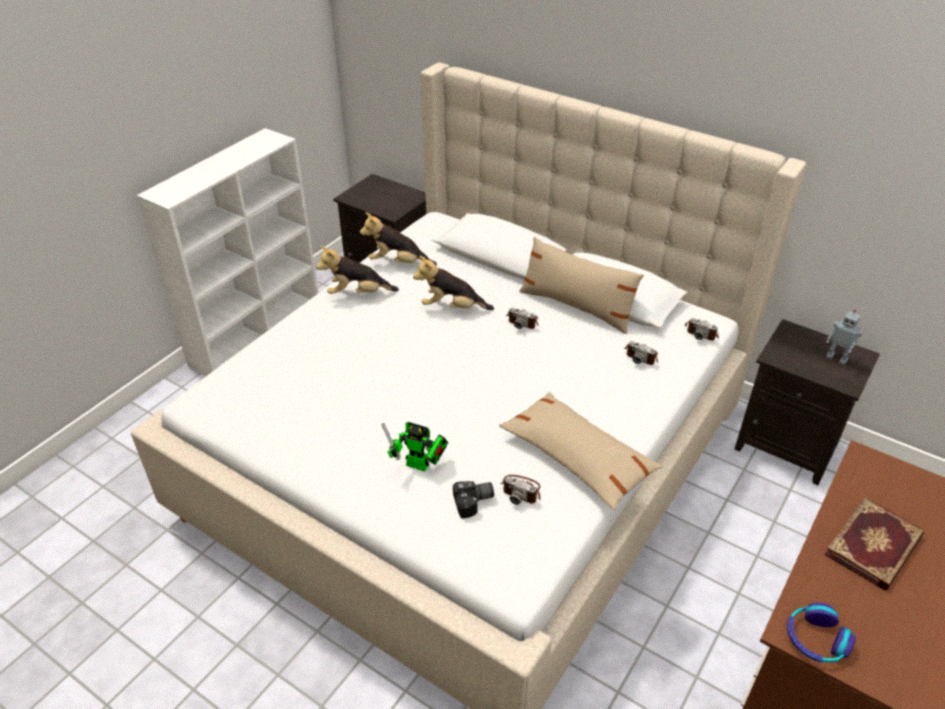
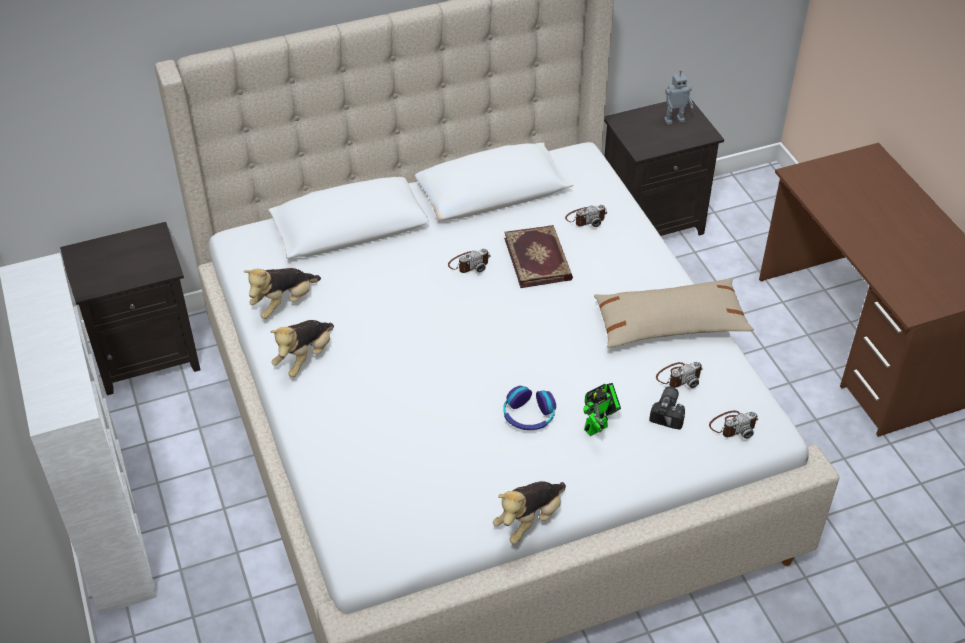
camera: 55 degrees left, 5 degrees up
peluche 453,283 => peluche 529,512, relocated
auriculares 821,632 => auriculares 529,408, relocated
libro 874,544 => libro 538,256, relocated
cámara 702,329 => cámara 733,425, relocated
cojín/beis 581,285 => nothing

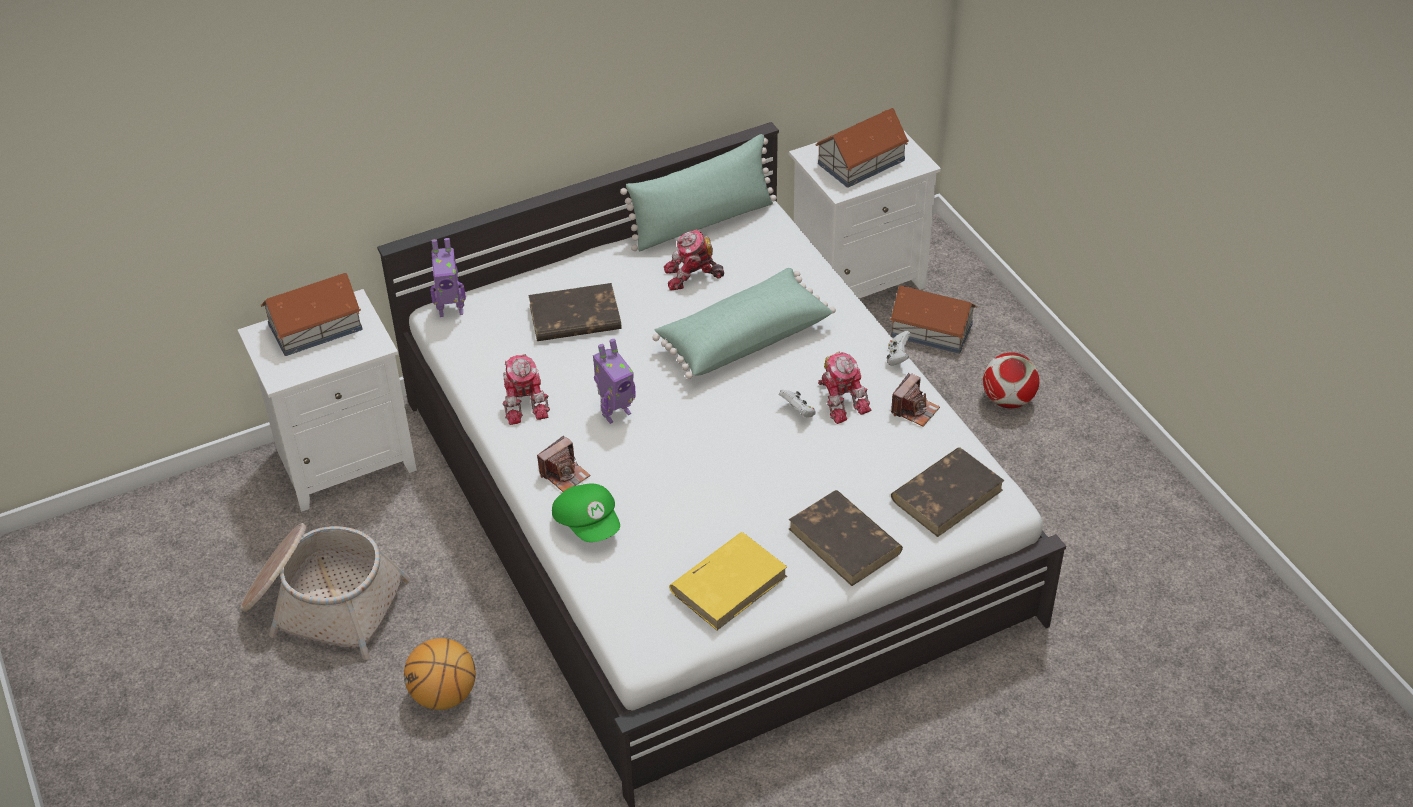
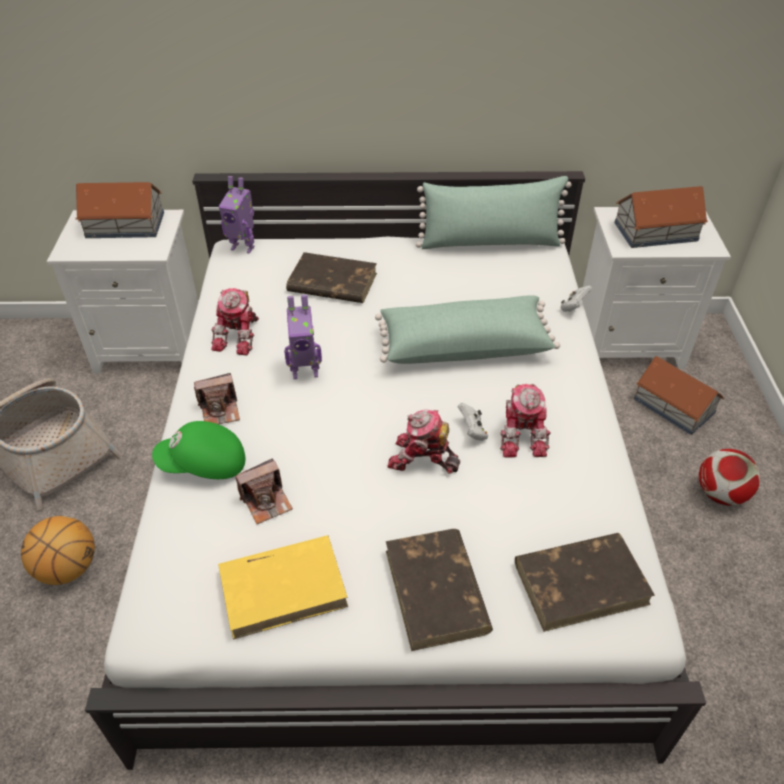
camera: 25 degrees right, 0 degrees up
gorra/verde 586,513 => gorra/verde 198,450, 90 degrees clockwise
cámara 915,399 => cámara 264,491, relocated
robot de juguete 694,260 => robot de juguete 423,442, relocated
mando de consola/blanco 899,348 => mando de consola/blanco 576,299, relocated

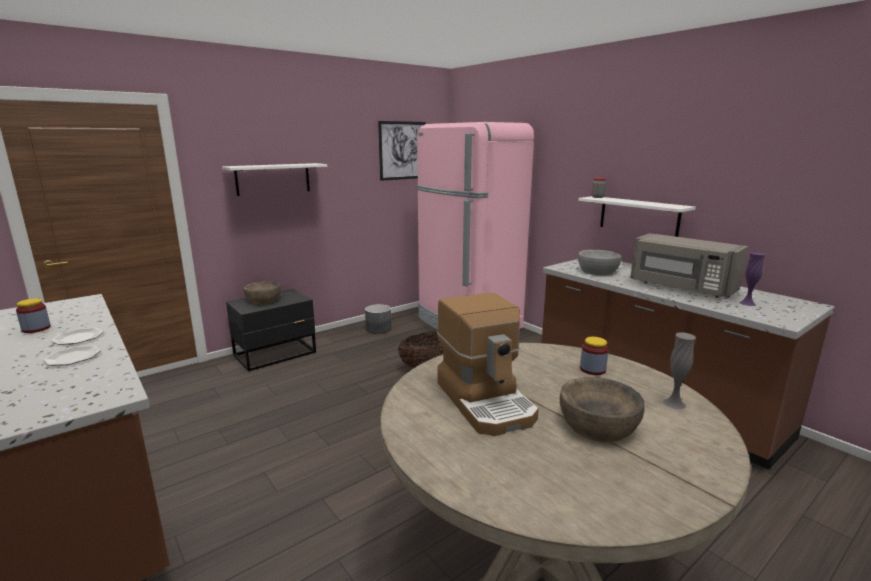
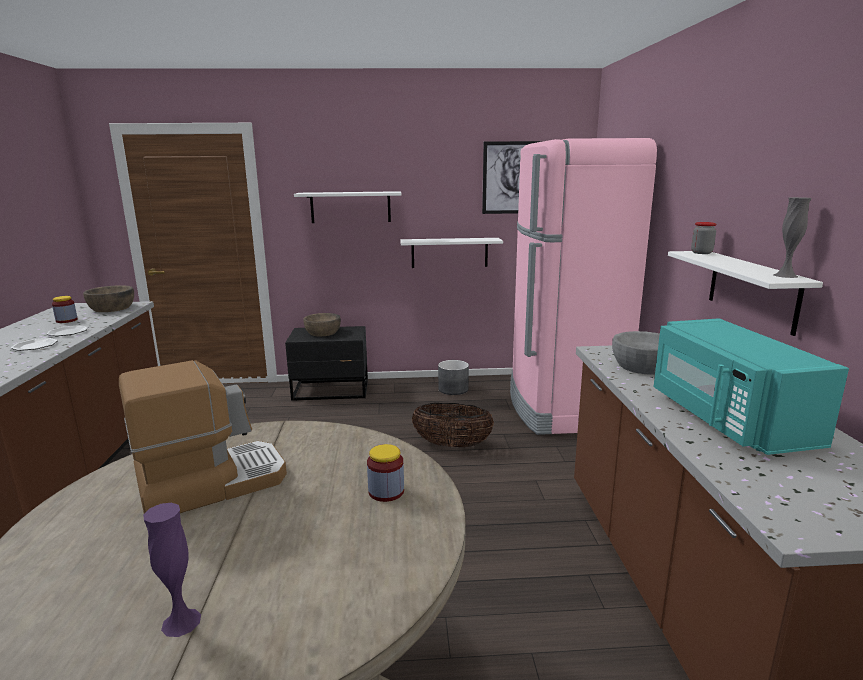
camera: 35 degrees right, 0 degrees up
cuenco/marrón 602,409 => cuenco/marrón 108,298, relocated
cafetera 488,364 => cafetera 203,436, 135 degrees counterclockwise
florero/morado 752,279 => florero/morado 172,570, relocated
nothing => estante/blanco 451,253
microondas/gris 689,265 => microondas/turquesa 751,386
florero/gris 679,371 => florero/gris 793,237, relocated

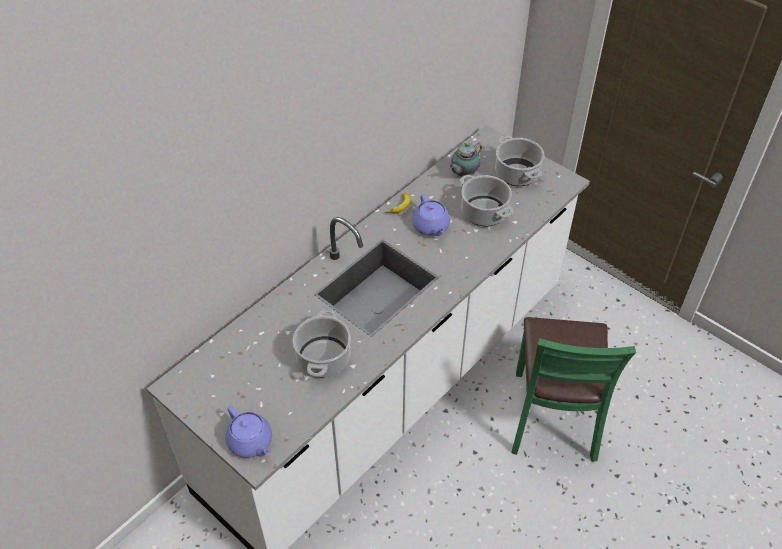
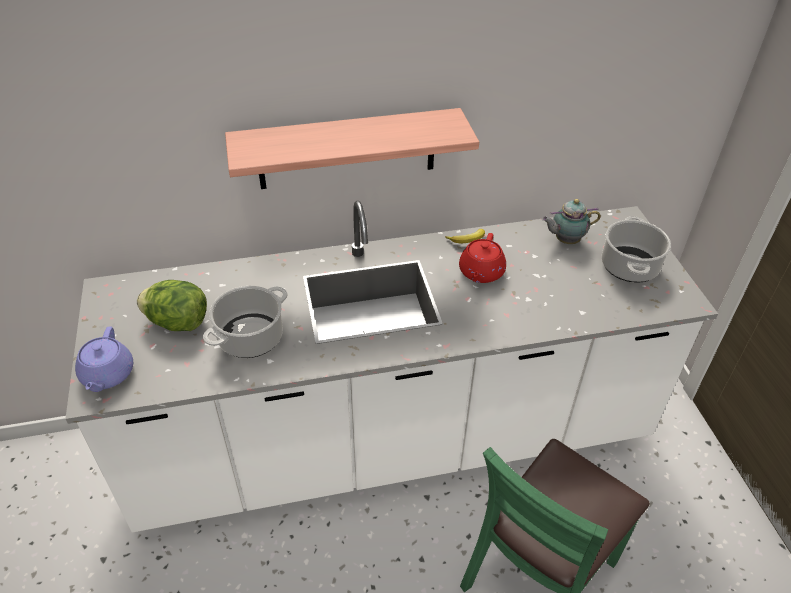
camera: 35 degrees right, 5 degrees down
nothing => lechuga 172,305
nothing => estante 352,148
tetera/morado 431,215 => tetera/rojo 482,258
olla 486,200 => nothing

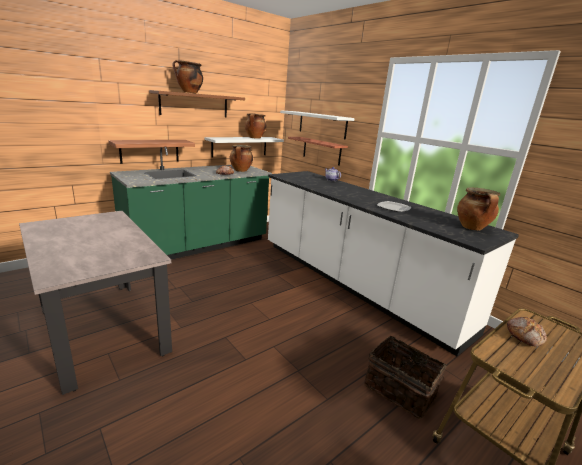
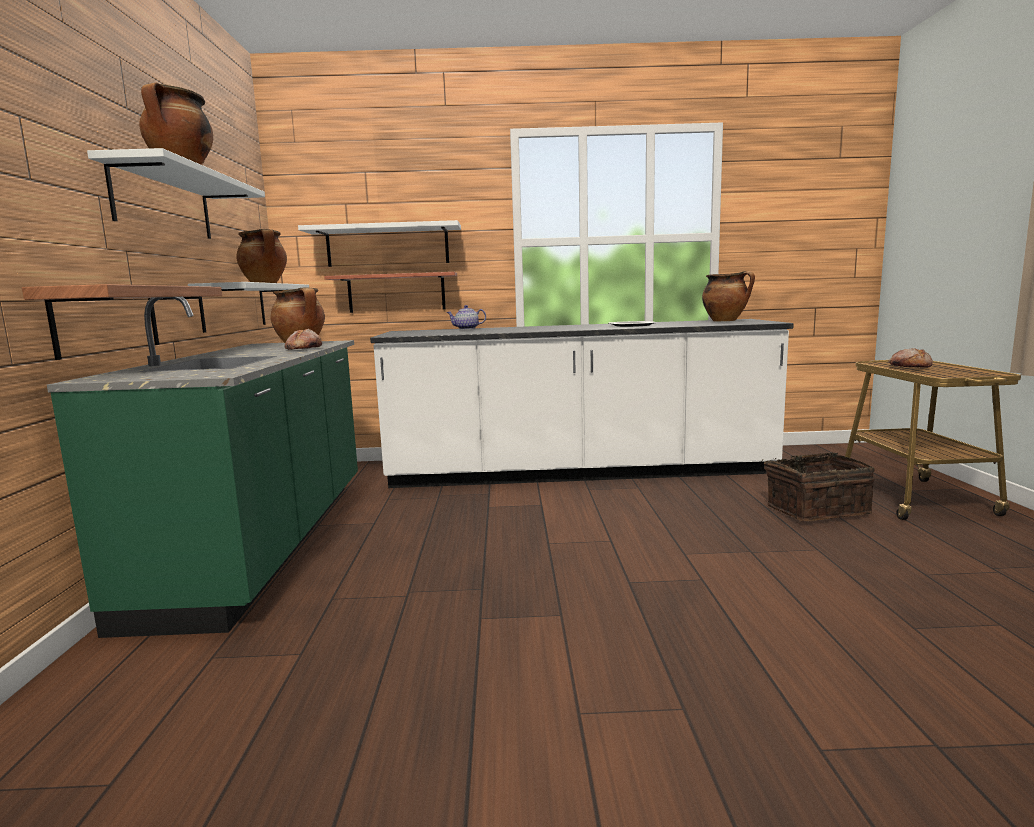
camera: 50 degrees left, 10 degrees down
estante/marrón 197,103 => estante/blanco 176,193
mesa de comedor/beis 95,303 => nothing

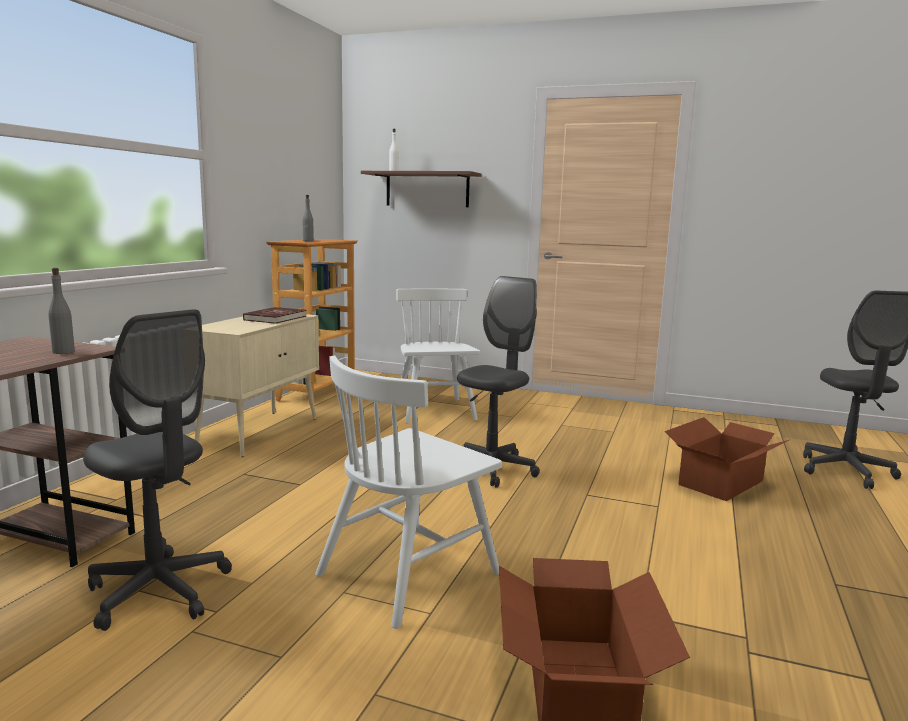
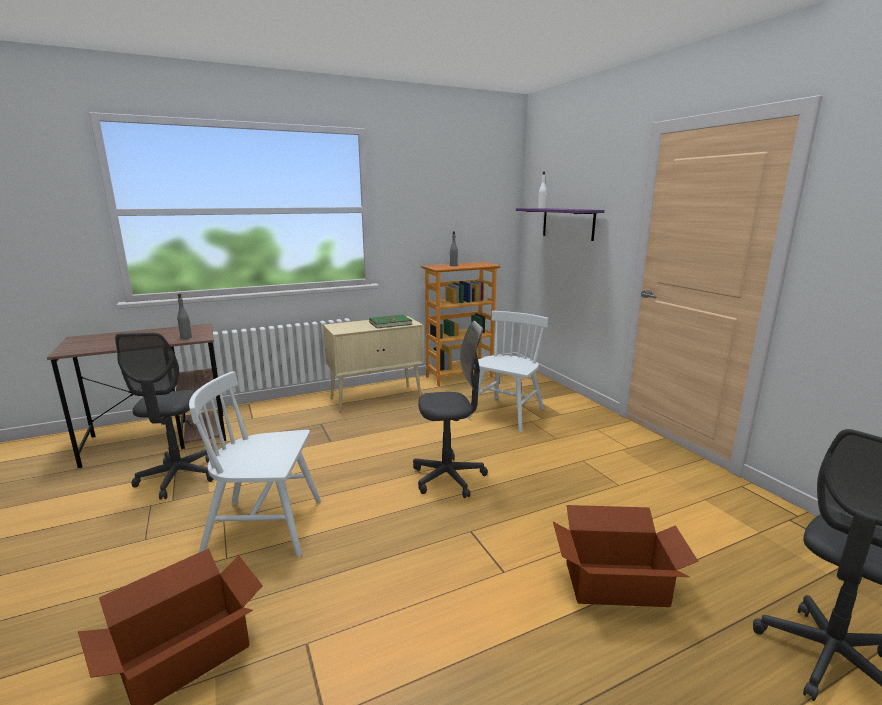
camera: 45 degrees right, 5 degrees up
libro/rojo 275,315 => libro/verde 390,321
estante/marrón 421,189 => estante/morado 560,224

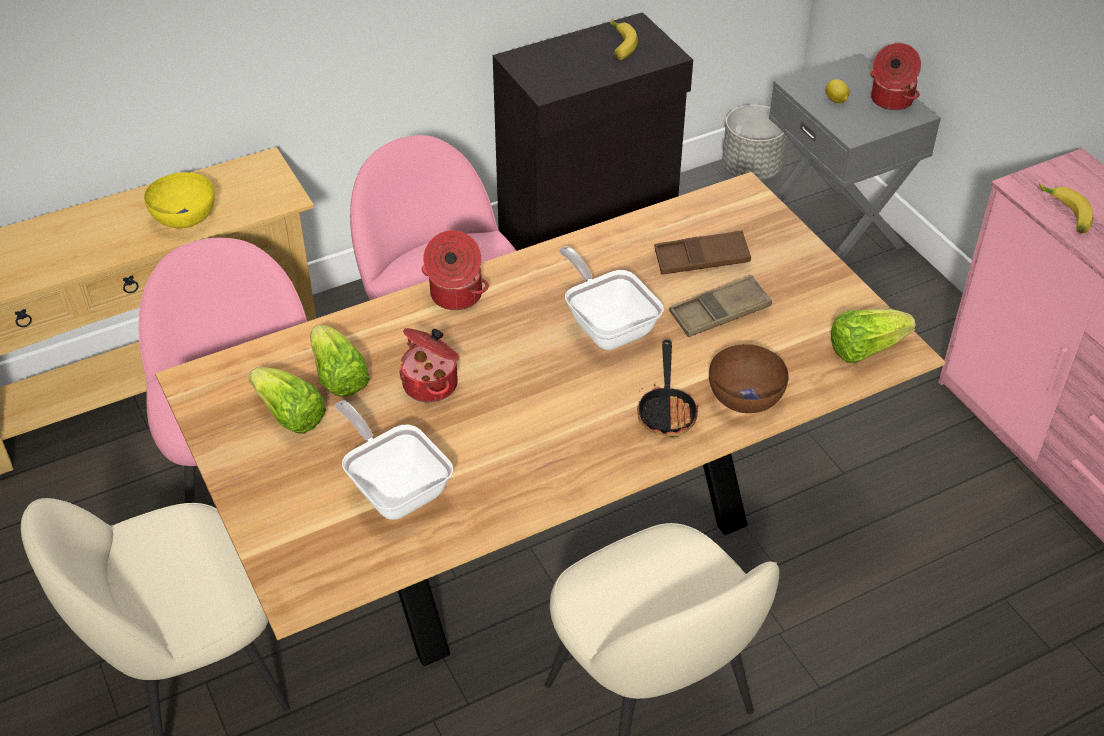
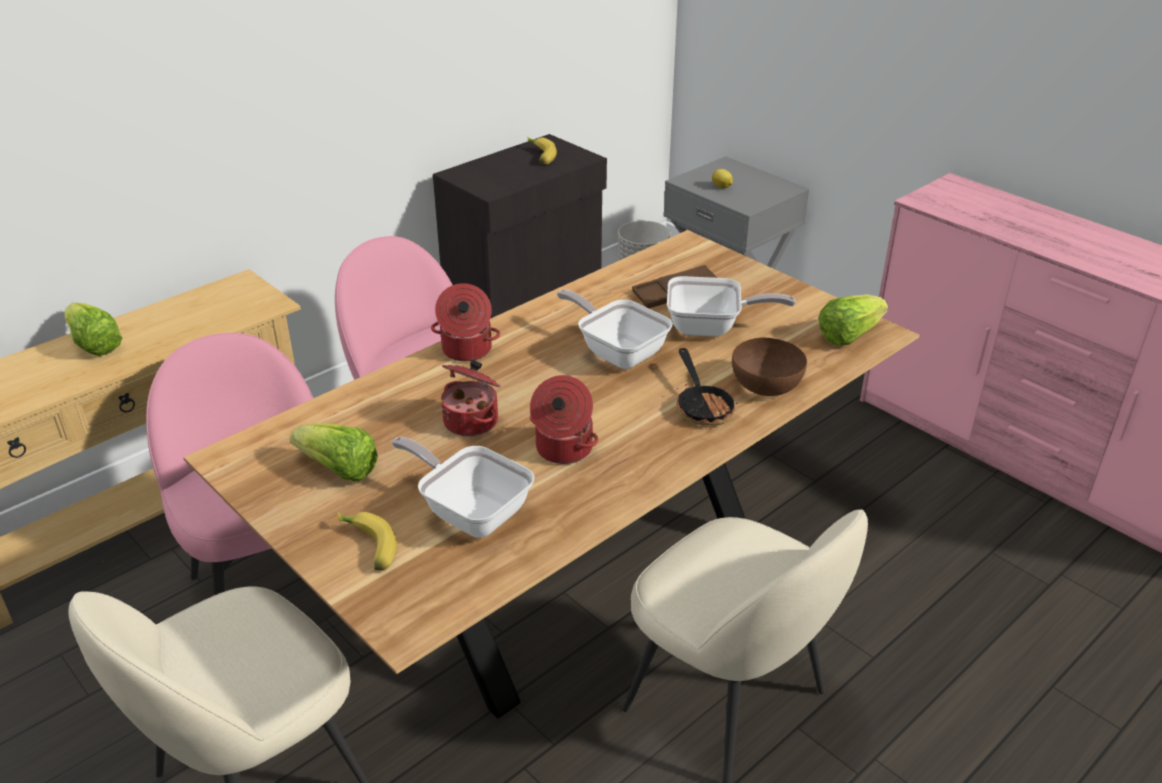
camera: 15 degrees left, 10 degrees down
lechuga 340,361 => lechuga 93,329, relocated
plátano 1066,208 => plátano 367,540, relocated
olla 895,76 => olla 564,419, relocated
bandeja/marrón 720,306 => sartén 731,306
cuenco/amarillo 179,200 => nothing

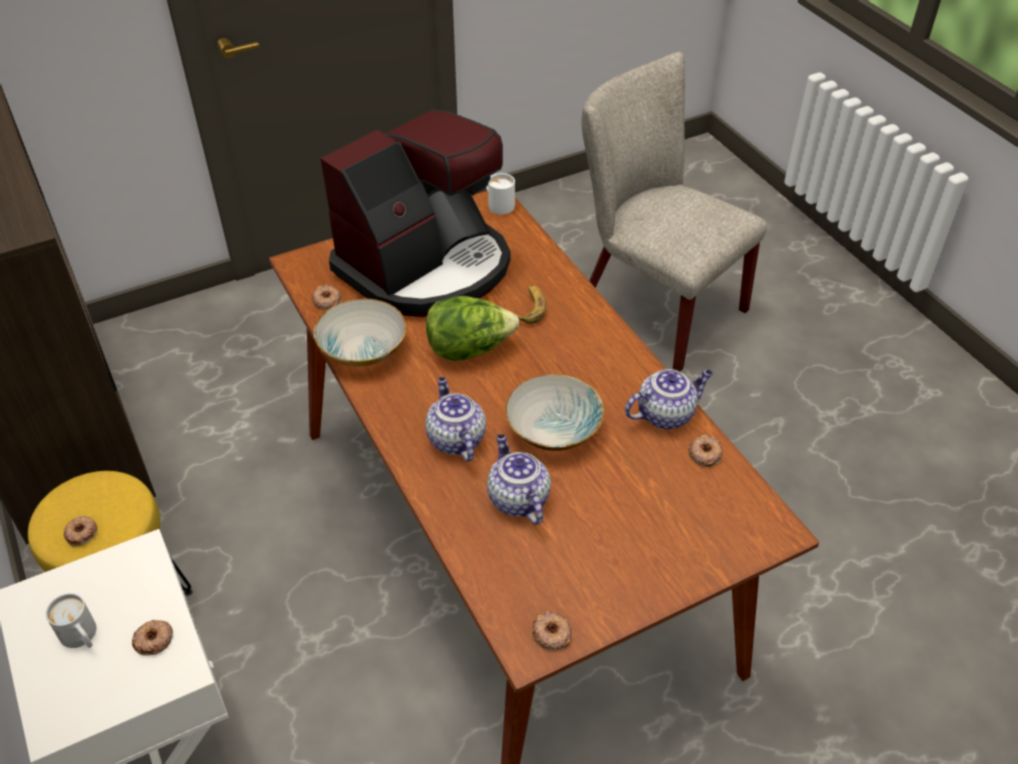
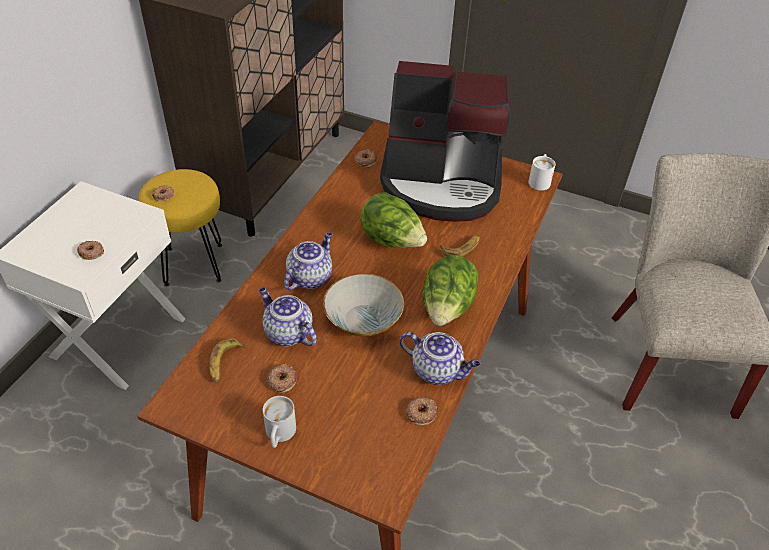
camera: 50 degrees right, 0 degrees up
nothing => plátano 227,360
tetera 519,479 => tetera 288,316, 75 degrees counterclockwise
taza grande/blanco 71,620 => taza grande/blanco 279,422, relocated
rosquilla 552,631 => rosquilla 282,378, relocated
nothing => lechuga 450,290
cuenco 360,332 => nothing

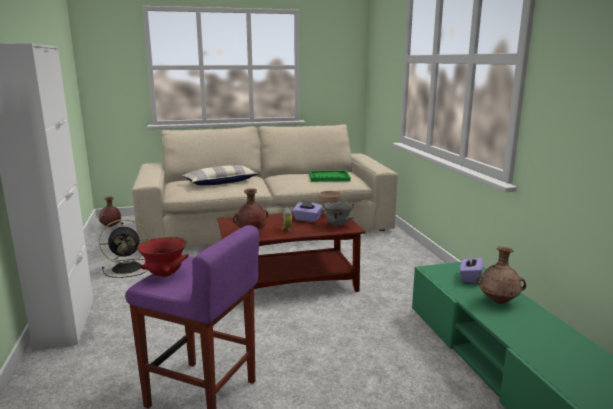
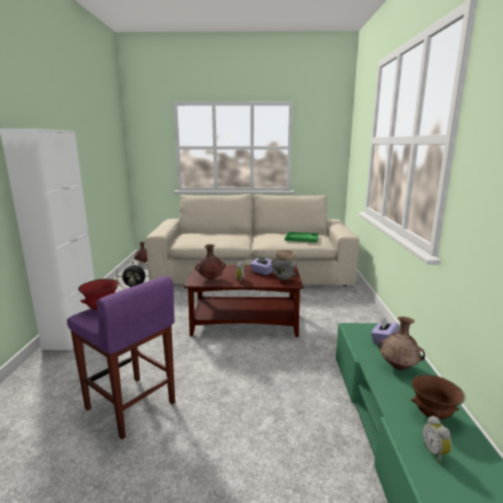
camera: 15 degrees right, 0 degrees up
nothing => cuenco/marrón 438,397
nothing => despertador 437,439
cojín 220,175 => nothing

